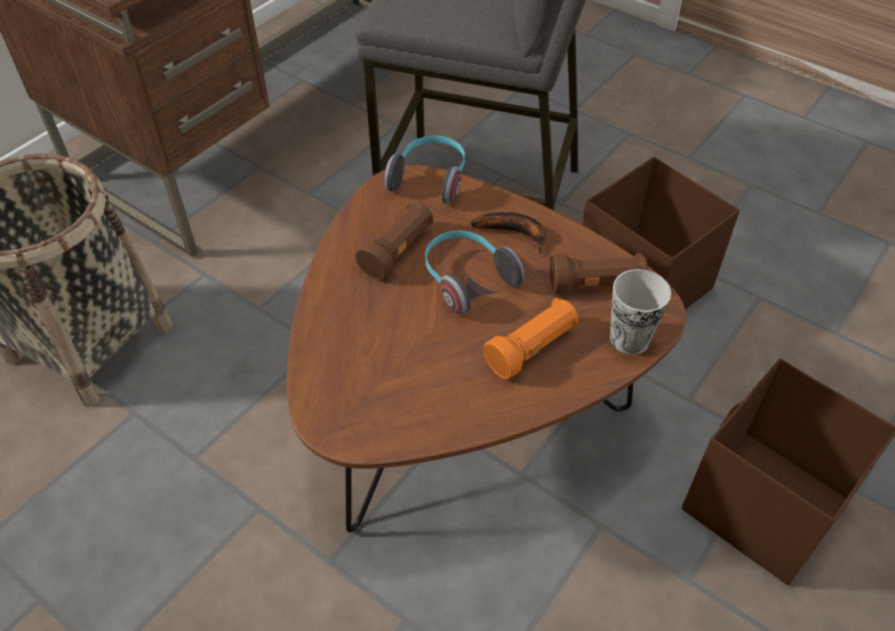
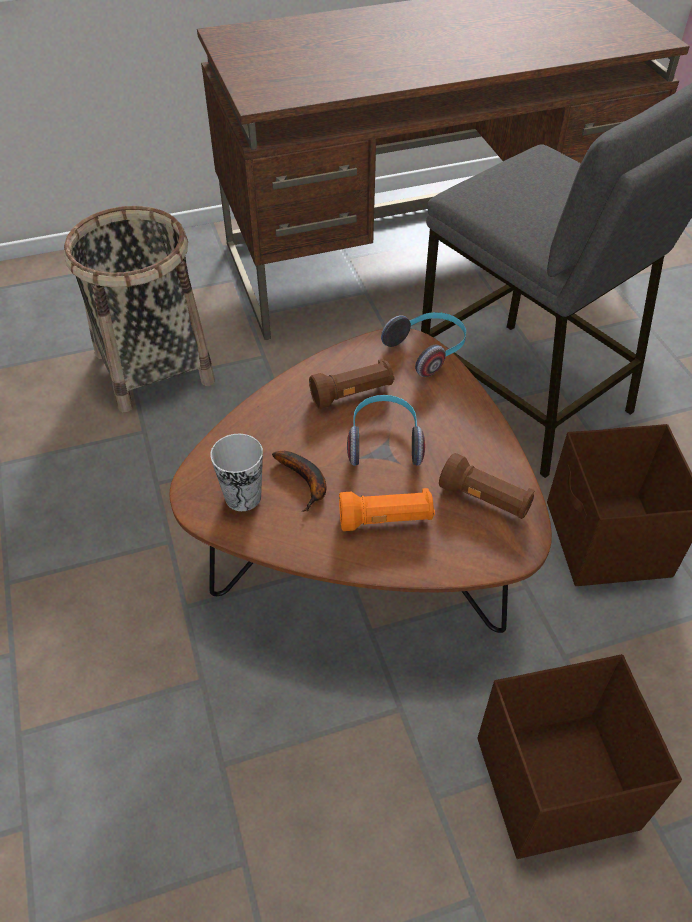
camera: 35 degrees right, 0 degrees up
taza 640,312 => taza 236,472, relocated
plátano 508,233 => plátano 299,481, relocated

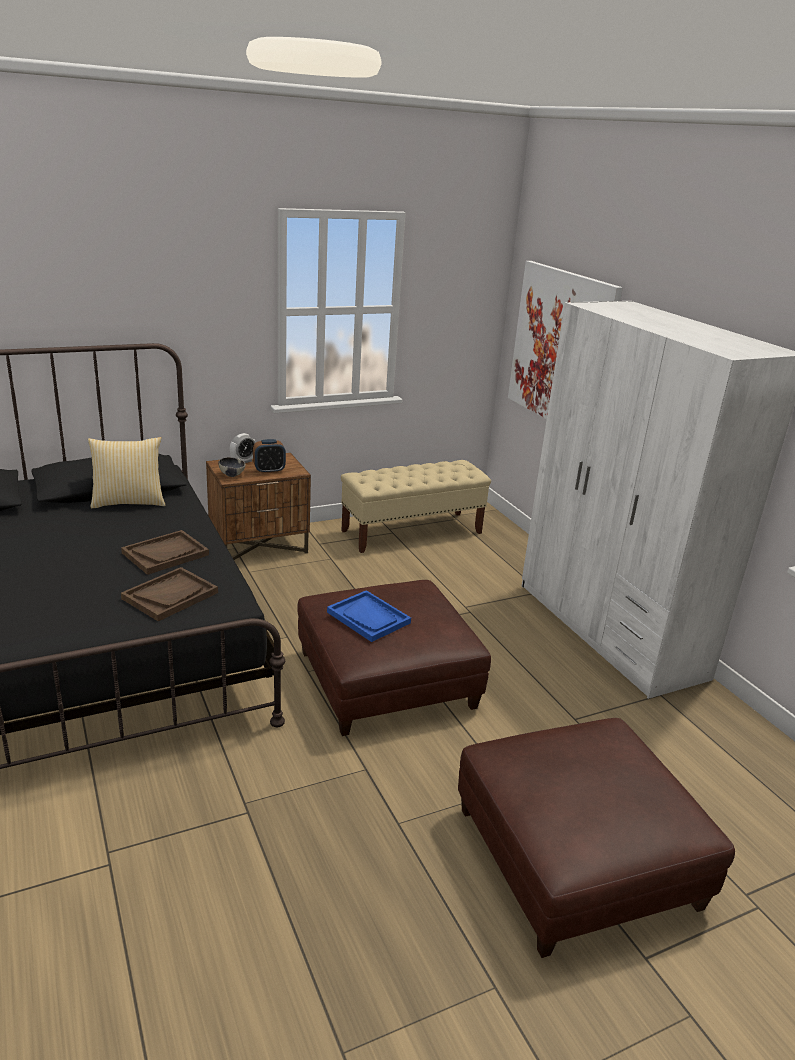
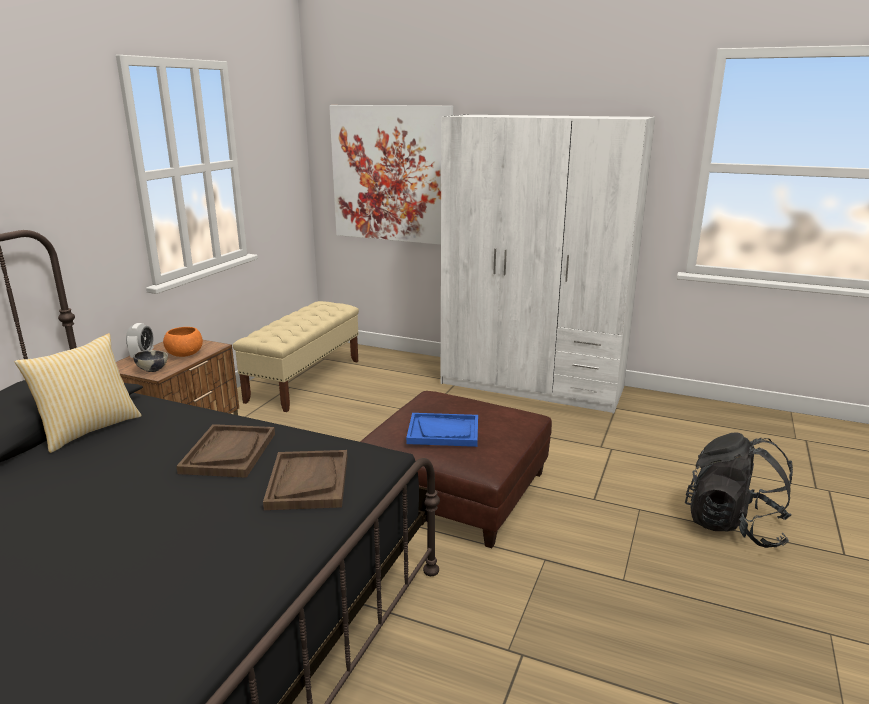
camera: 40 degrees left, 5 degrees down
despertador 269,456 => cuenco/naranja 183,342
puf/marrón 596,838 => mochila/negro 739,490

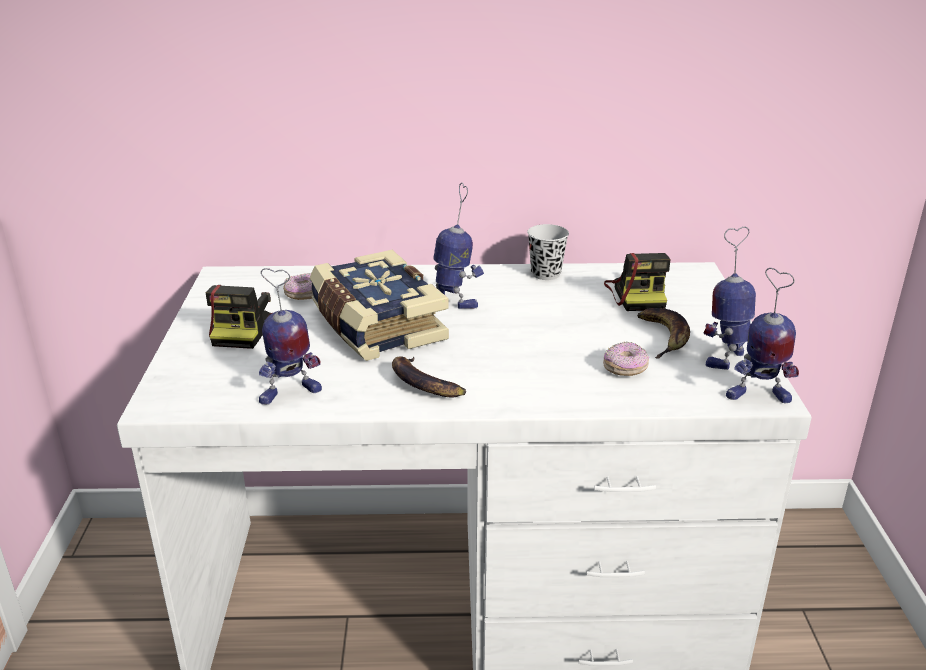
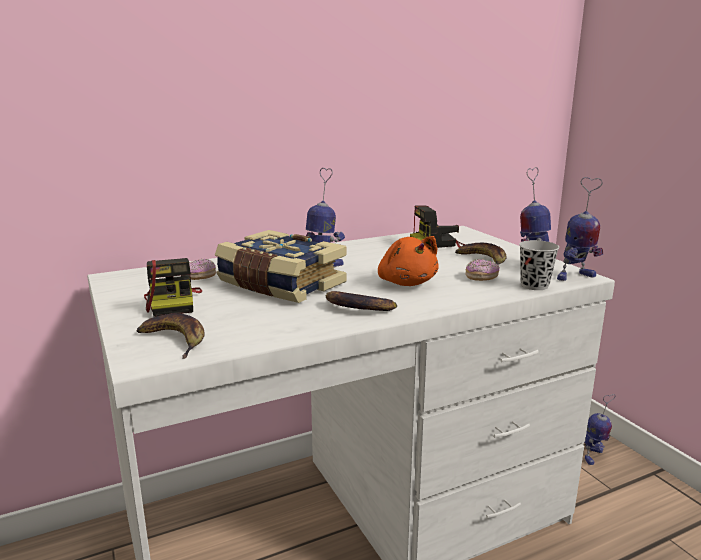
camera: 25 degrees left, 10 degrees down
nothing => plátano 171,336
nothing => peluche/naranja 408,261
cámara 637,282 => cámara 438,226, 105 degrees clockwise
taza/negro 548,252 => taza/negro 539,265, relocated
robot de juguete 290,336 => robot de juguete 599,429, relocated

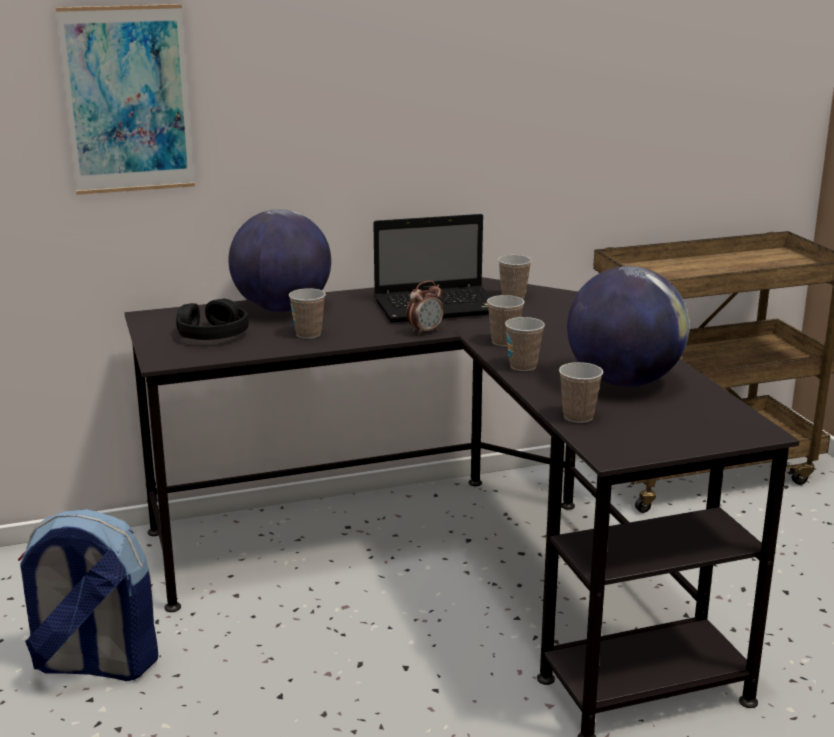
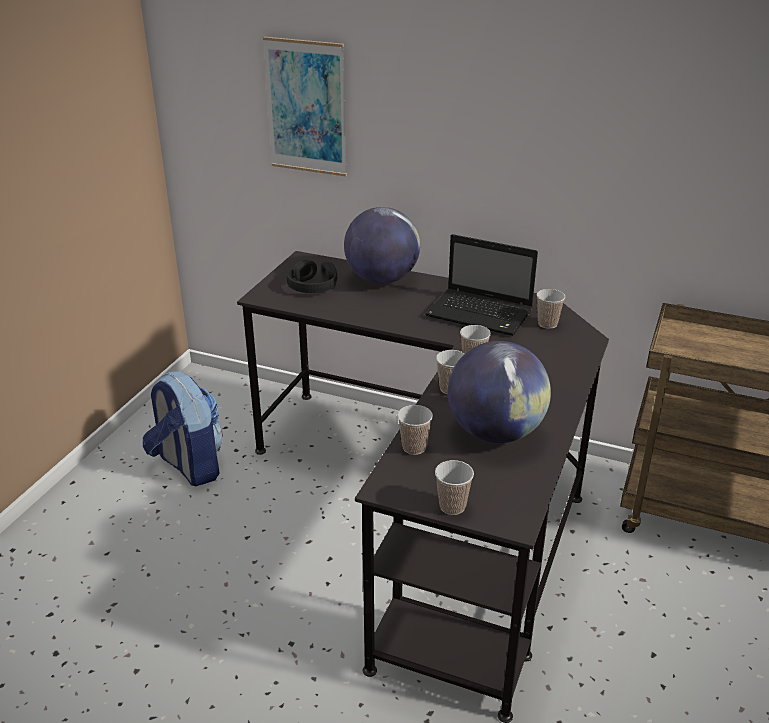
camera: 40 degrees right, 10 degrees up
taza 307,313 => taza 454,487, relocated
despertador 425,308 => nothing

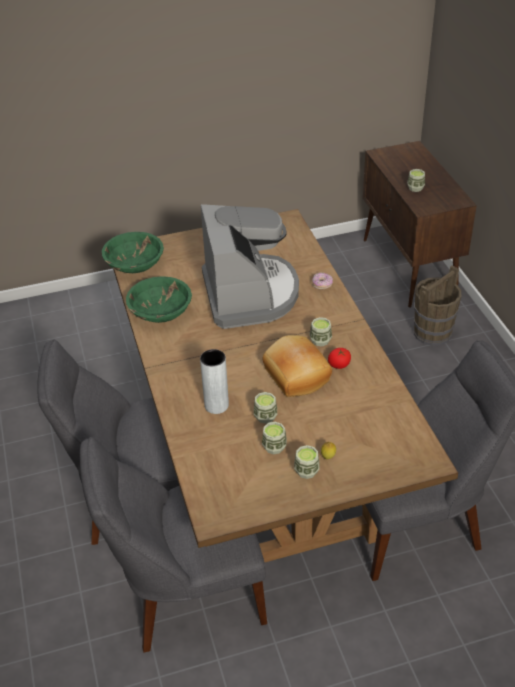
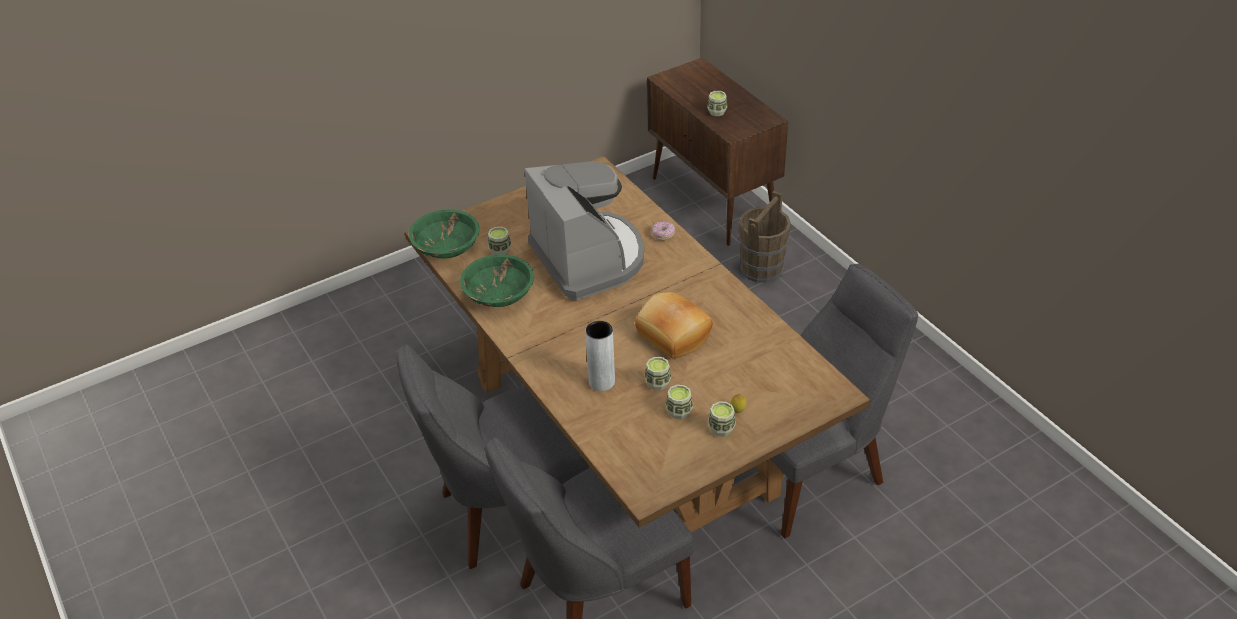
camera: 15 degrees left, 0 degrees up
taza 321,331 => taza 499,241, relocated
tomate 339,358 => nothing

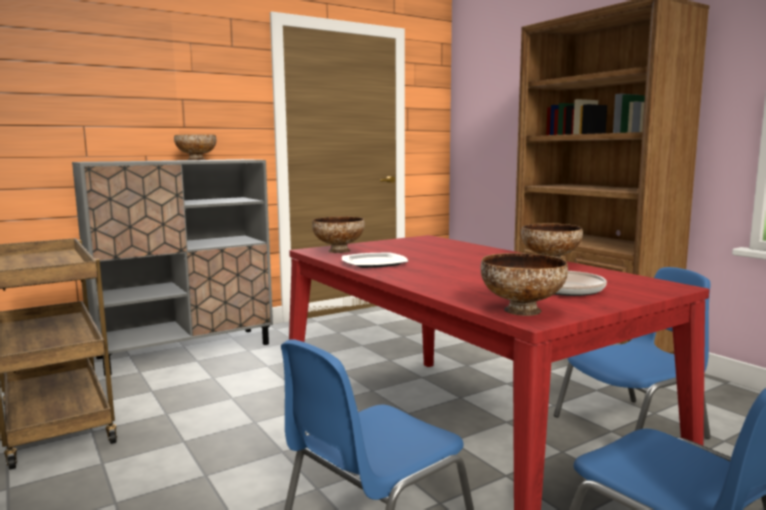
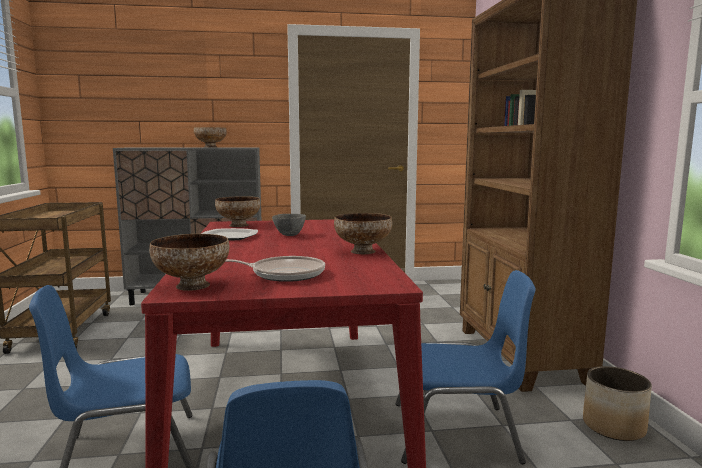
camera: 25 degrees right, 0 degrees up
nothing => cuenco/gris 289,225
nothing => maceta 617,403

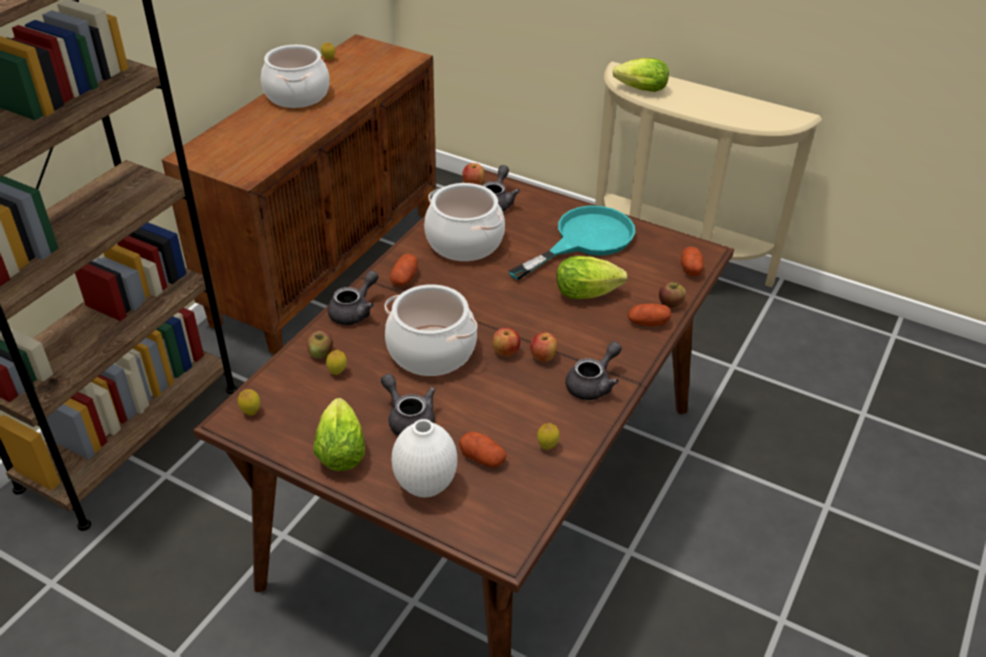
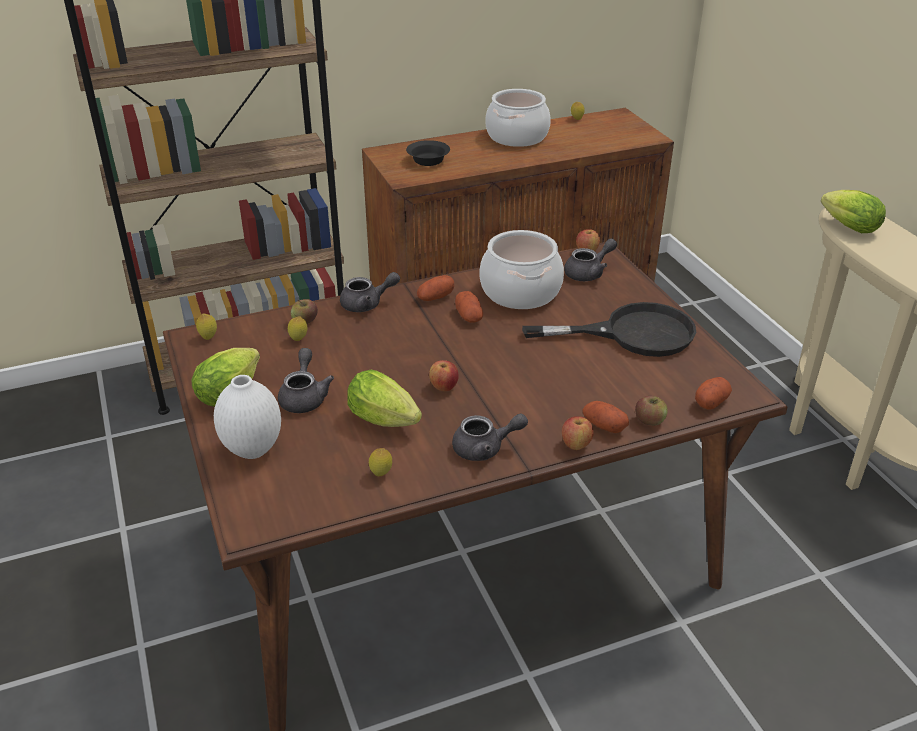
camera: 40 degrees right, 5 degrees down
lechuga 592,277 => lechuga 384,398, relocated
nothing => cuenco/negro 428,153
patata 483,449 => patata 469,307, relocated
sartén/turquesa 571,243 => sartén/negro 609,329
manzana 543,347 => manzana 578,433, relocated
olla 431,330 => nothing

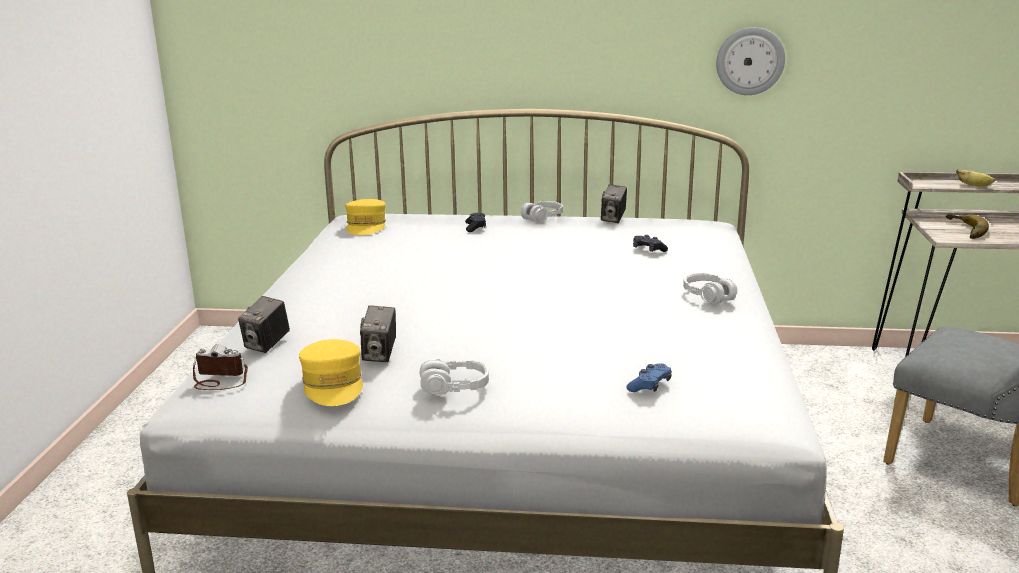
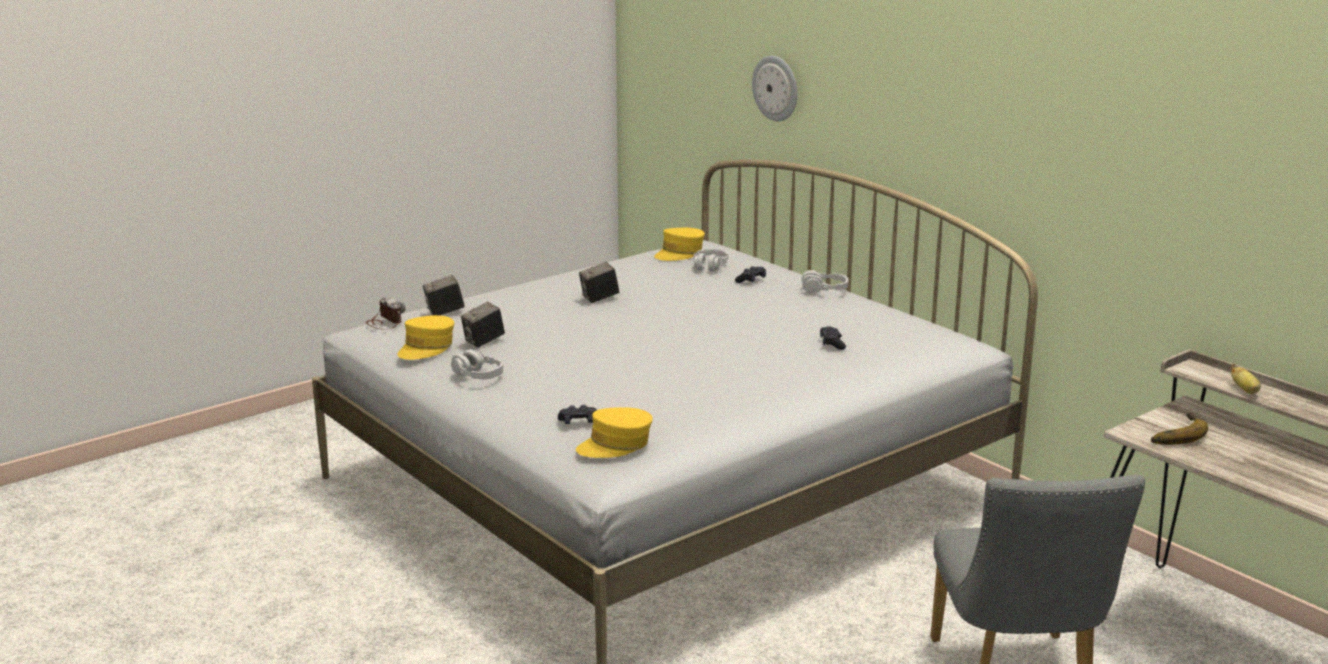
camera: 45 degrees right, 0 degrees up
mando de consola/azul 649,377 => mando de consola/negro 577,414
nothing => gorra/amarillo 614,432
cámara 614,203 => cámara 599,282, relocated
auriculares/gris 710,288 => auriculares/gris 710,260, relocated
reloj de pared 750,61 => reloj de pared 774,89, relocated

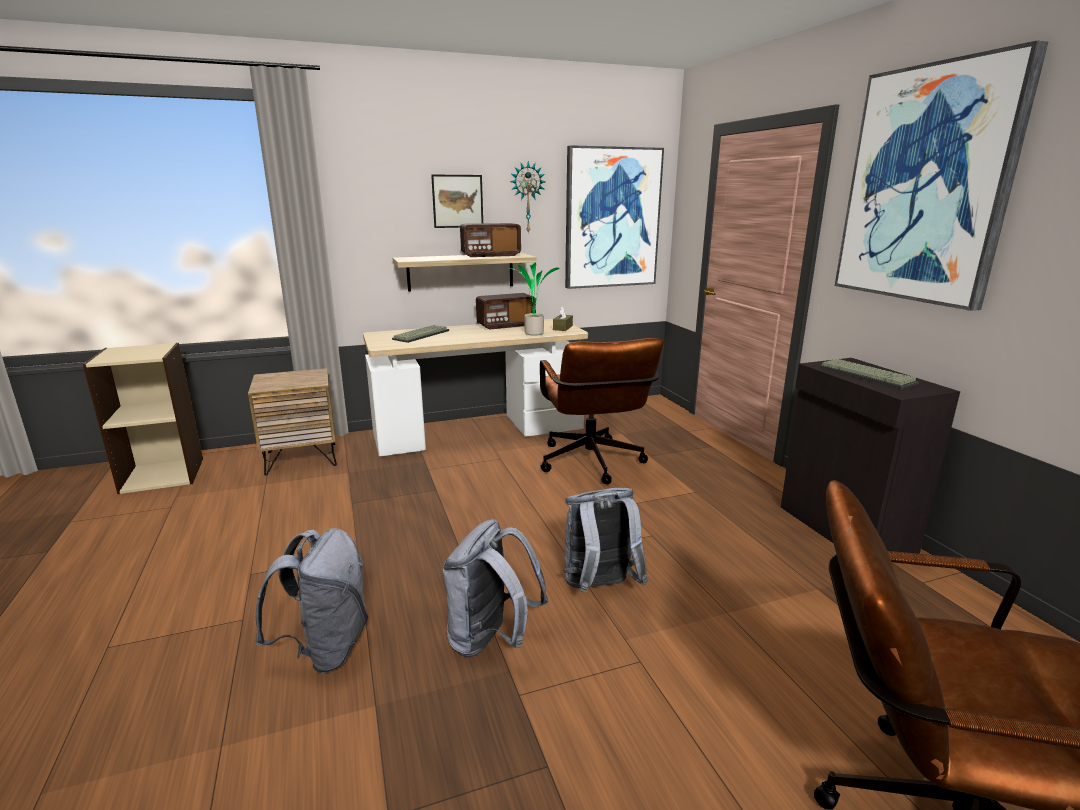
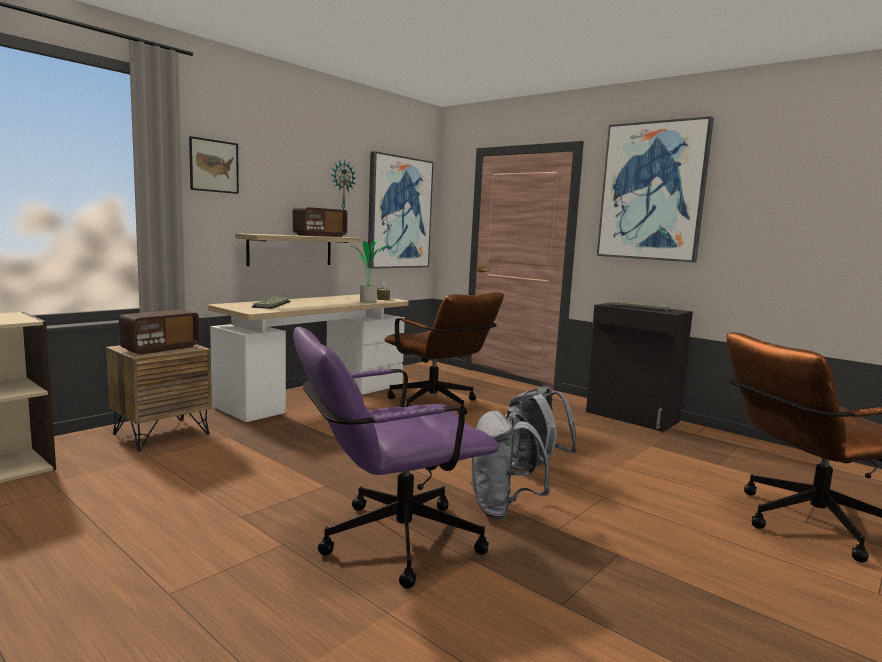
camera: 30 degrees left, 10 degrees down
radio 506,311 => radio 159,332, relocated
cuadro 457,201 => cuadro 214,165, relocated
mochila/gris 311,600 => silla de oficina/morado 396,458

